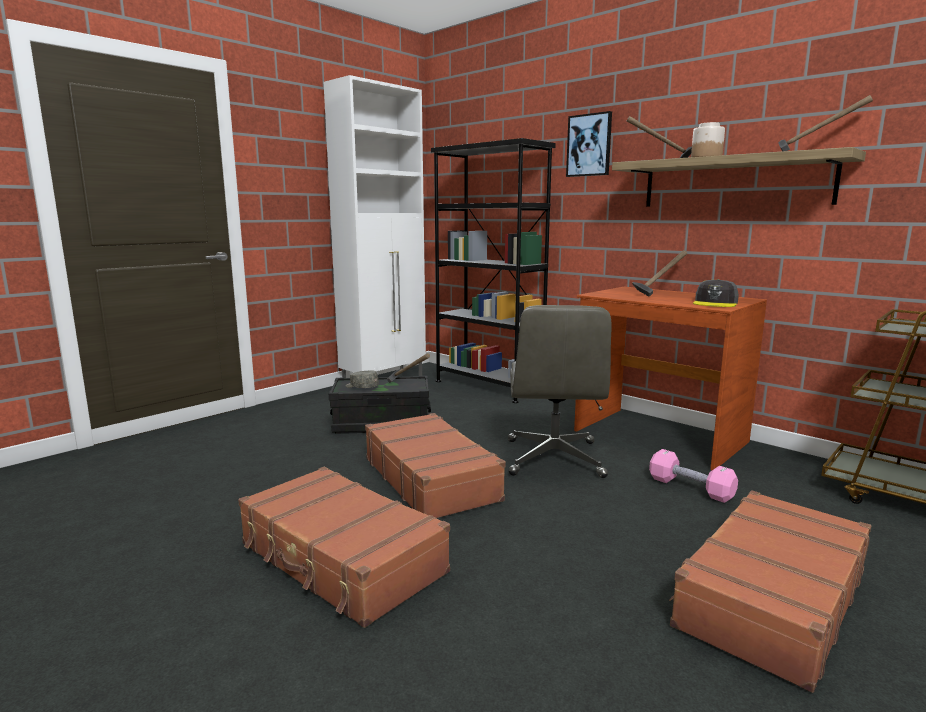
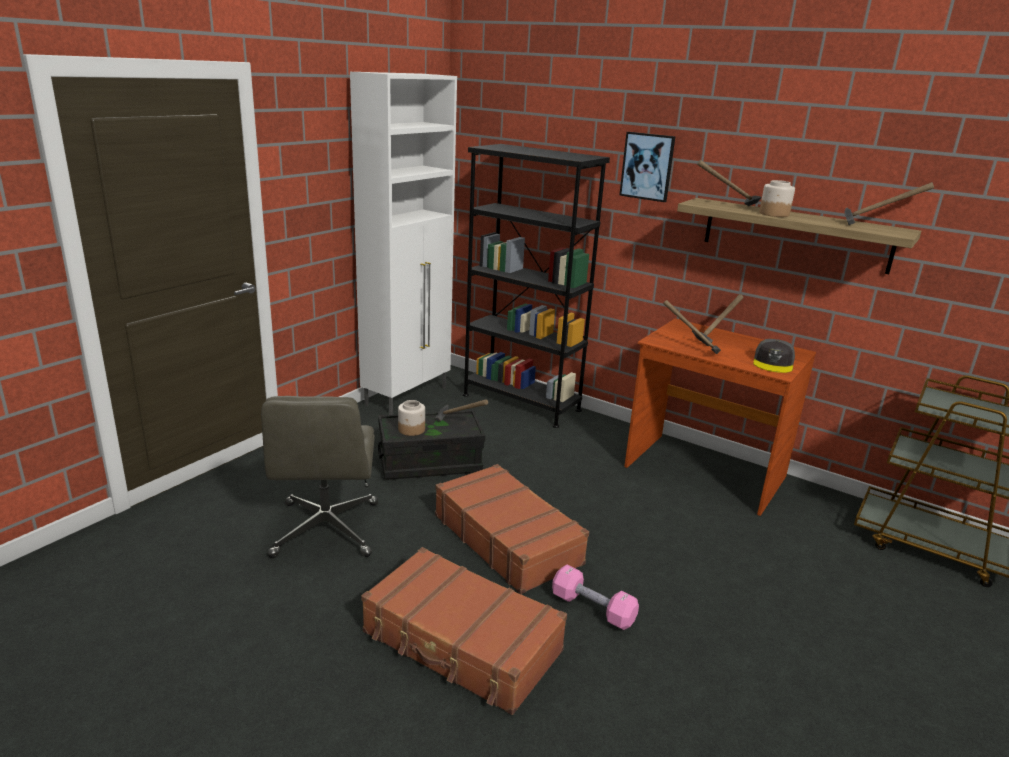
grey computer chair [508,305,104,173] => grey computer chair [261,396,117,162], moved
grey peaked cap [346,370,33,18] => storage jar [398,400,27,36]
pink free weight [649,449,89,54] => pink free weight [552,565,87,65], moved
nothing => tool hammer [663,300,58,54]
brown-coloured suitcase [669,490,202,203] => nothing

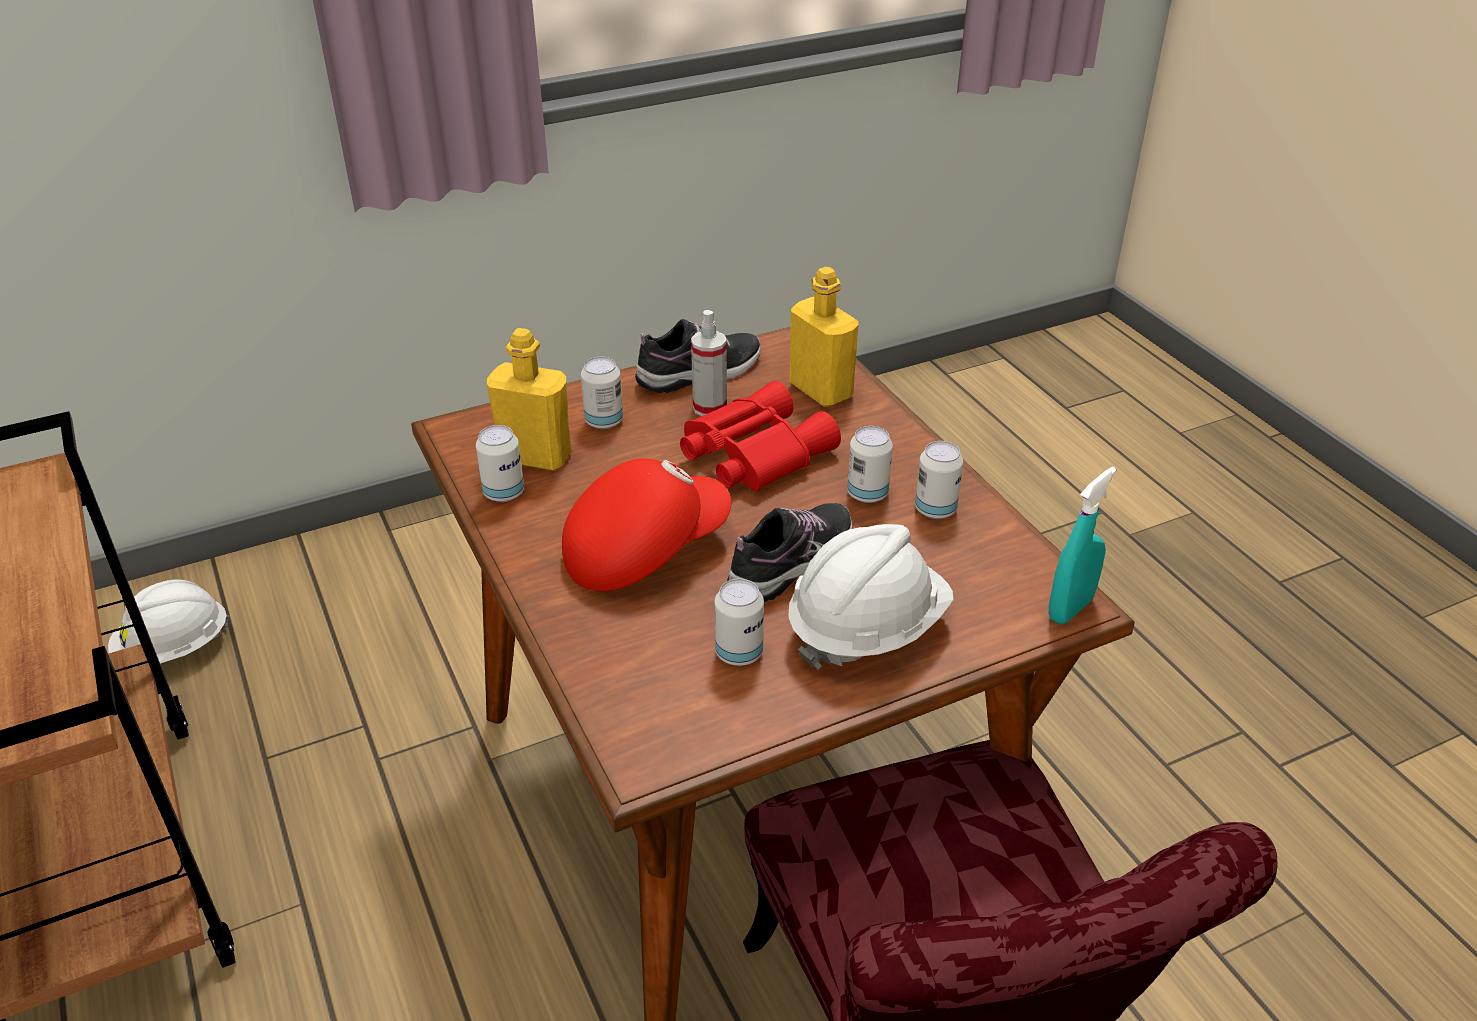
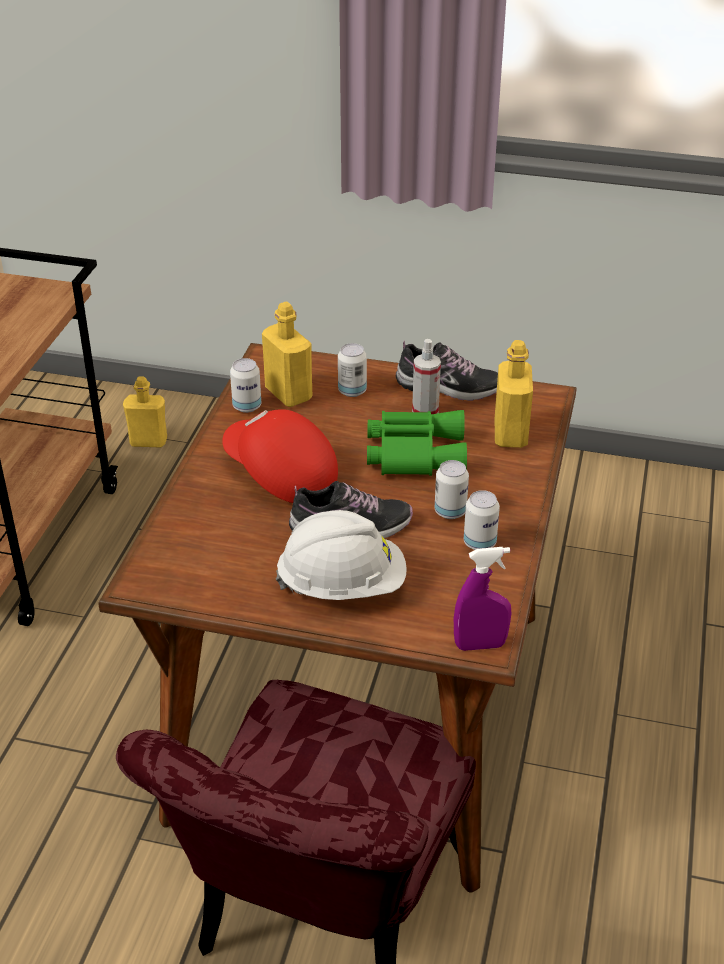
whitish safety helmet [108,580,121,84] => yellowish beverage bottle [123,376,44,71]
reddish peaked cap [562,459,169,132] => reddish peaked cap [222,409,116,94], 150 degrees counterclockwise
reddish field glasses [680,381,161,110] => green field glasses [367,410,100,66]
blue-green spray bottle [1049,467,67,157] => purple spray bottle [454,547,57,104]
can [715,579,49,87] => nothing

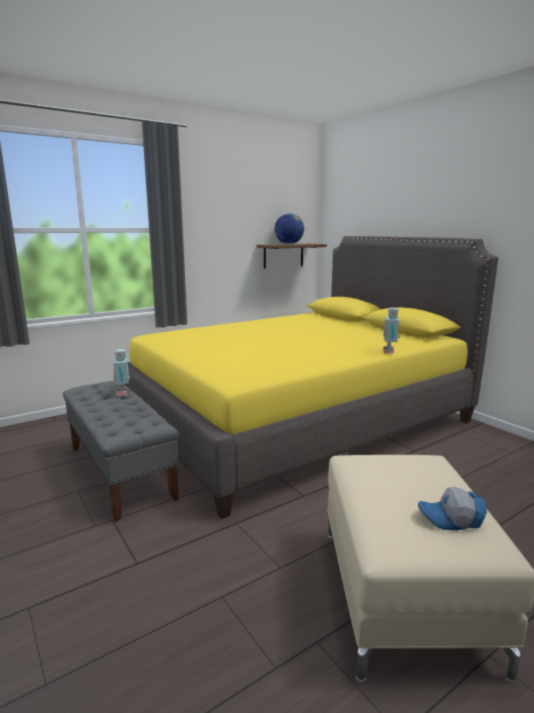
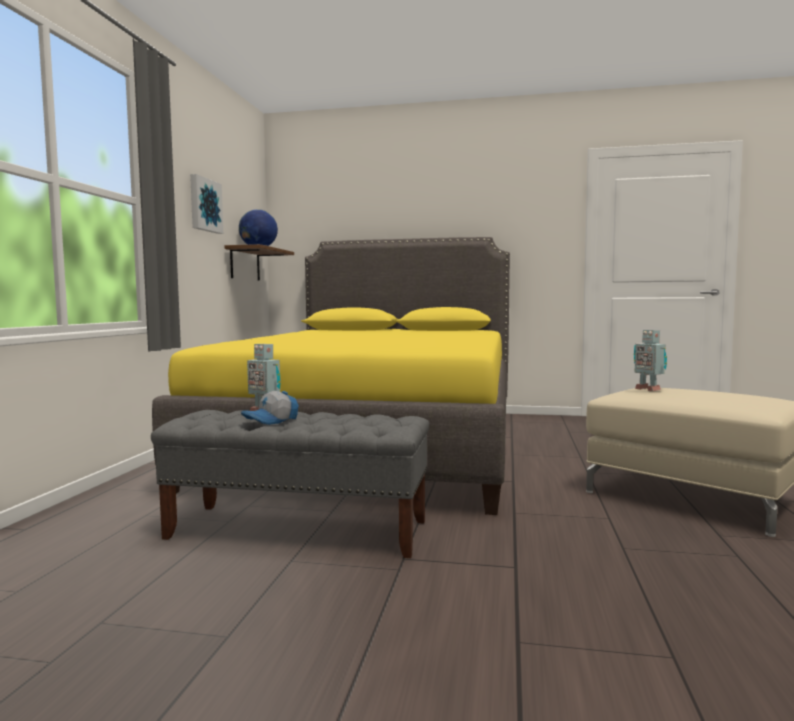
nothing => wall art [190,174,33,60]
peaked cap [418,487,69,43] => peaked cap [241,391,58,34], moved
robot figure [382,308,18,46] => robot figure [634,330,33,61], moved

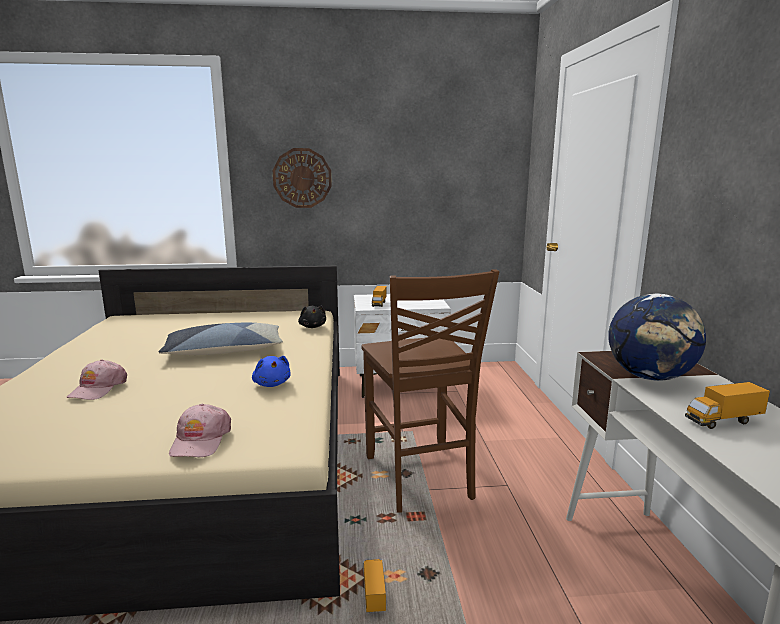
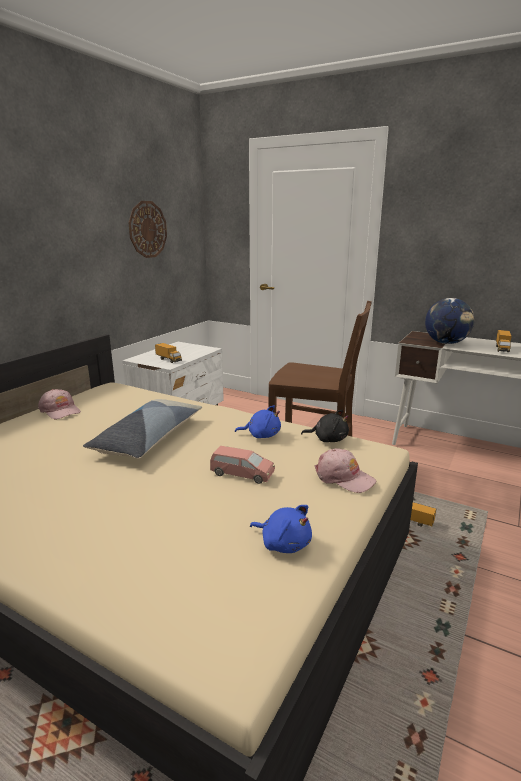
pink peaked cap [66,359,61,41] => pink peaked cap [38,389,43,30], moved
clock on the wall [273,148,59,60] => clock on the wall [128,201,39,57], moved
nothing => pink model car [210,446,65,38]
nothing => bluish soft toy [250,505,62,48]
black soft toy [298,306,28,22] => black soft toy [301,410,48,32], moved

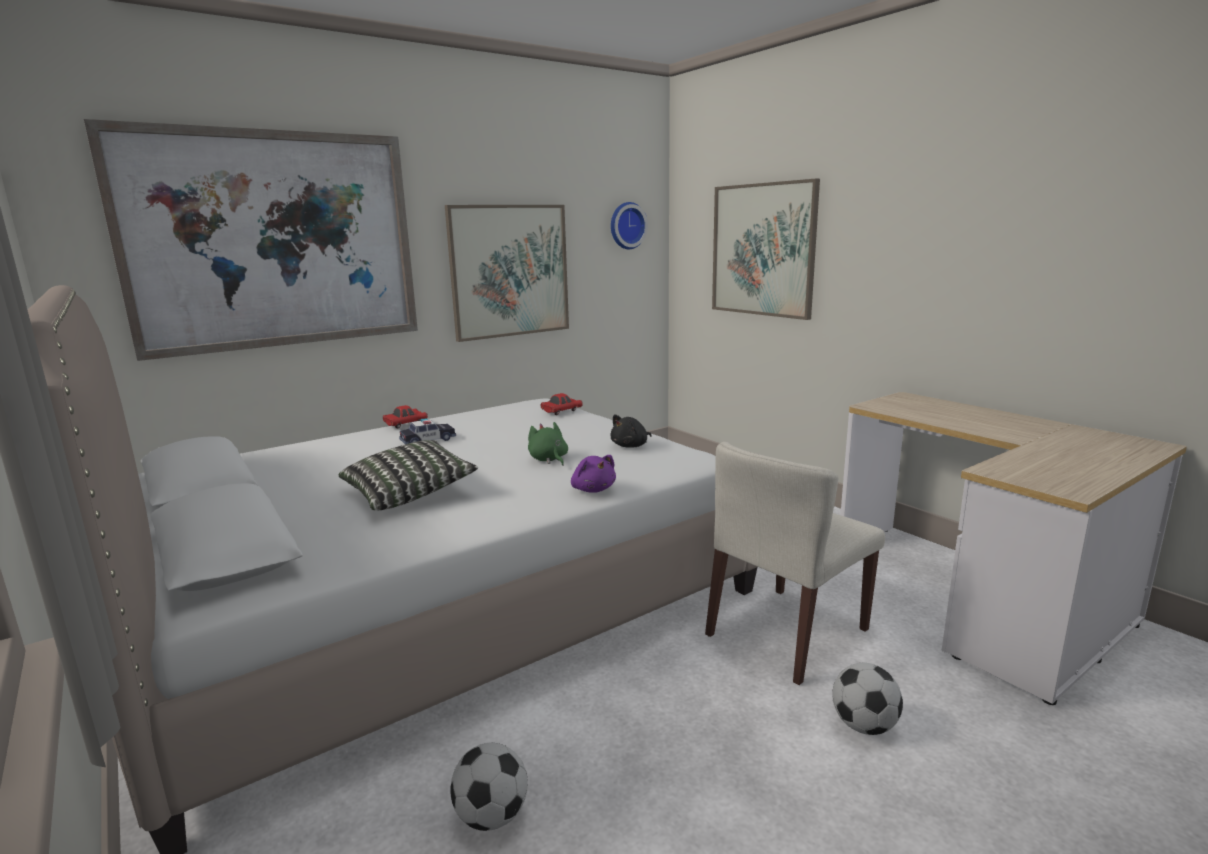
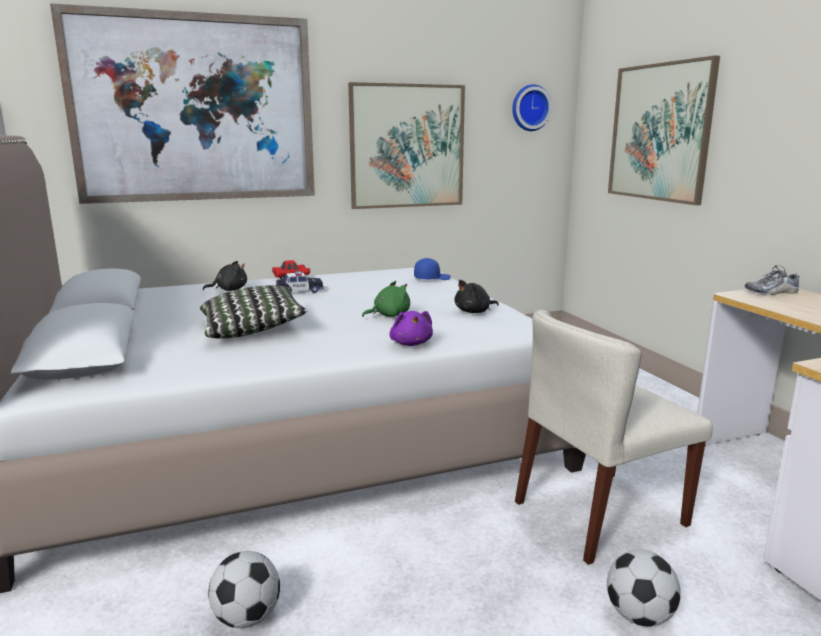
nothing => black soft toy [203,261,44,30]
green soft toy [528,422,40,44] => green soft toy [362,281,48,36], 75 degrees clockwise
reddish model car [541,393,42,22] => bluish peaked cap [414,258,37,22]
nothing => item of footwear [745,265,54,31]

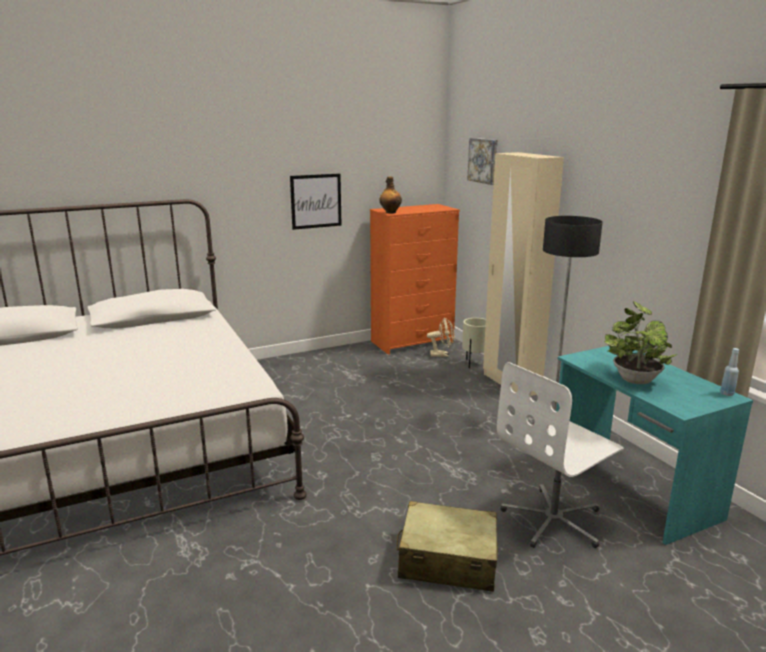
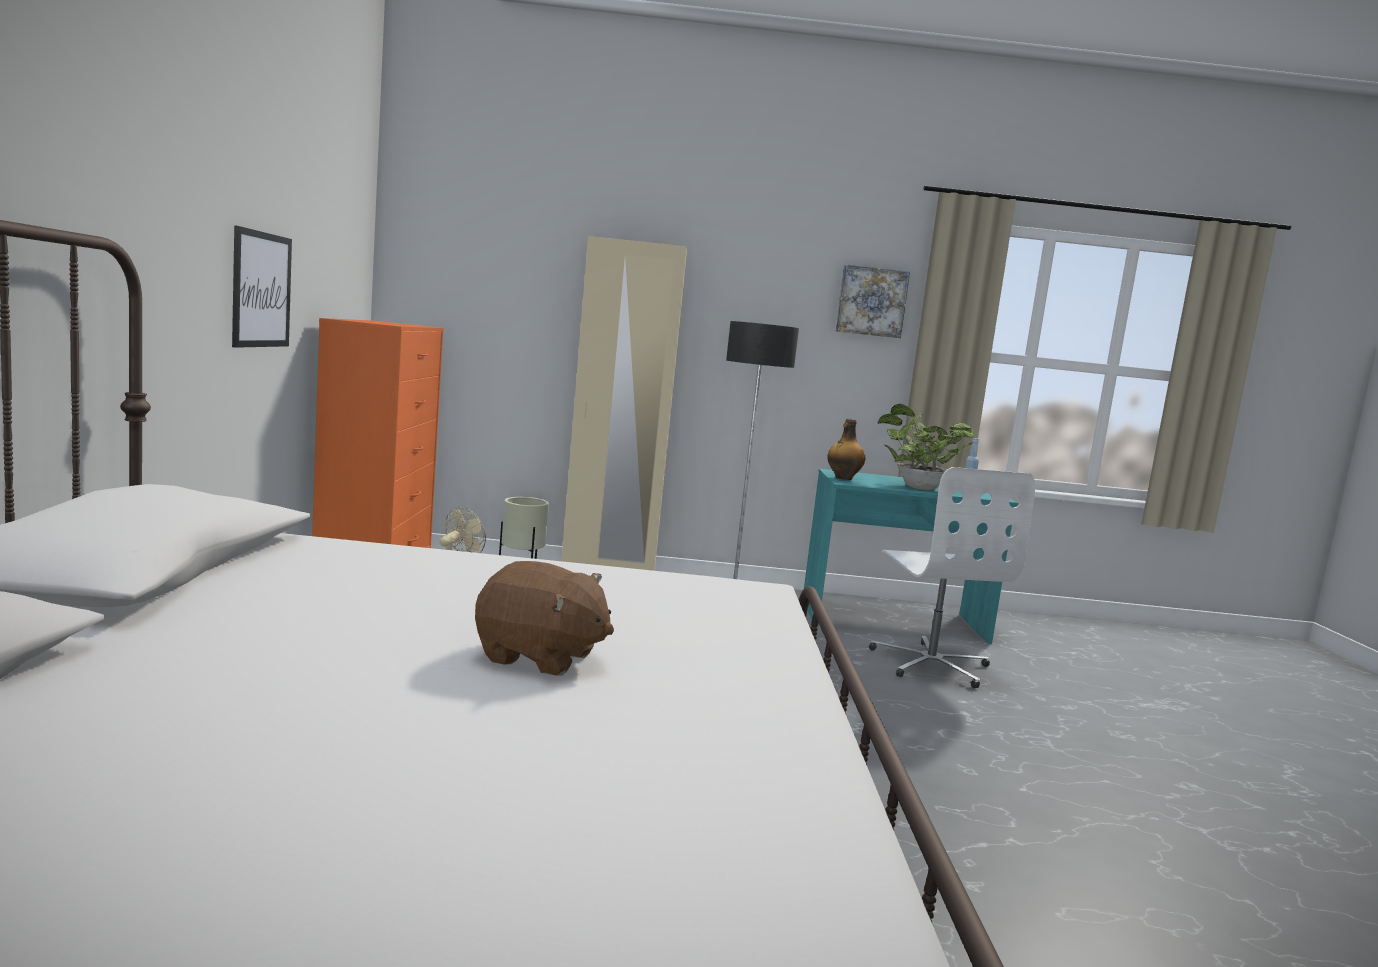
nothing => brown-coloured soft toy [475,561,139,115]
beverage bottle [380,177,22,36] => beverage bottle [827,419,39,61], moved
wall art [467,138,31,47] => wall art [836,265,74,73], moved
beige suitcase [396,501,102,91] => nothing

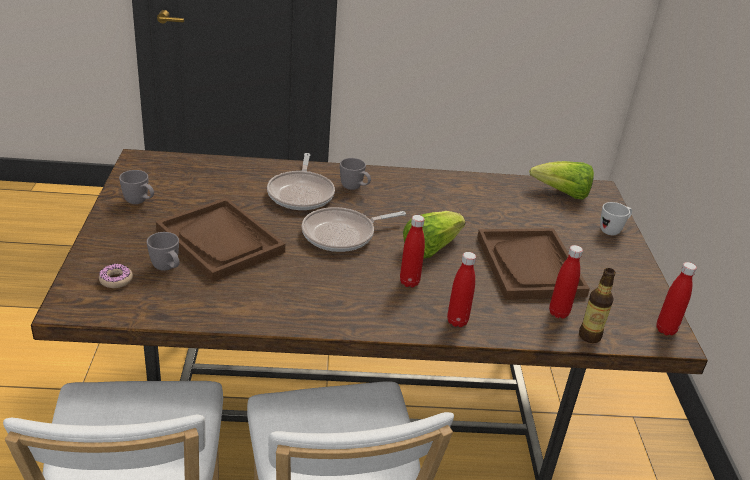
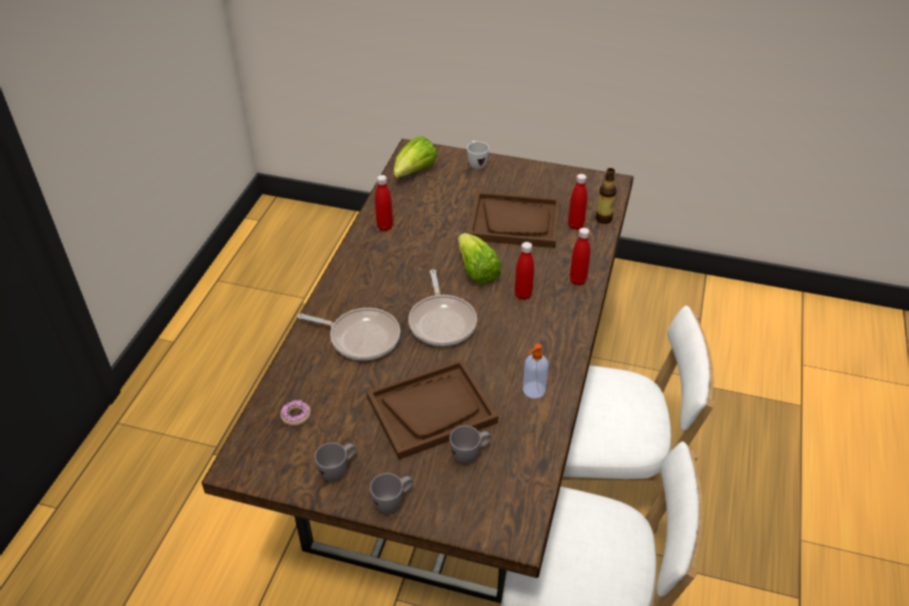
doughnut [99,264,34,24] => doughnut [280,400,31,26], moved
grey coffee mug [340,158,31,32] => grey coffee mug [370,473,43,40], moved
reddish beverage bottle [656,262,41,74] => reddish beverage bottle [375,175,18,56], moved
nothing => liquid soap bottle [523,344,25,55]

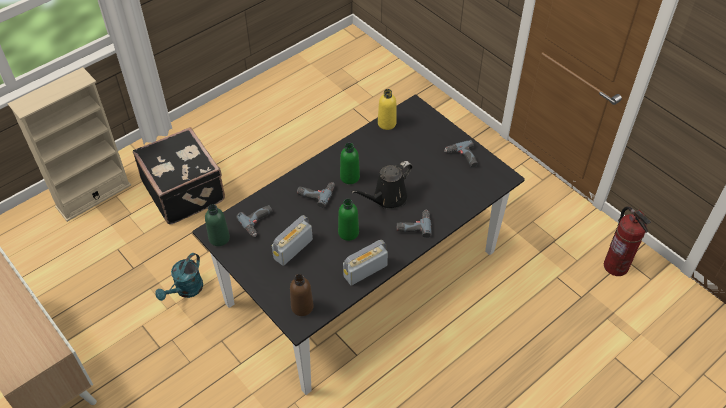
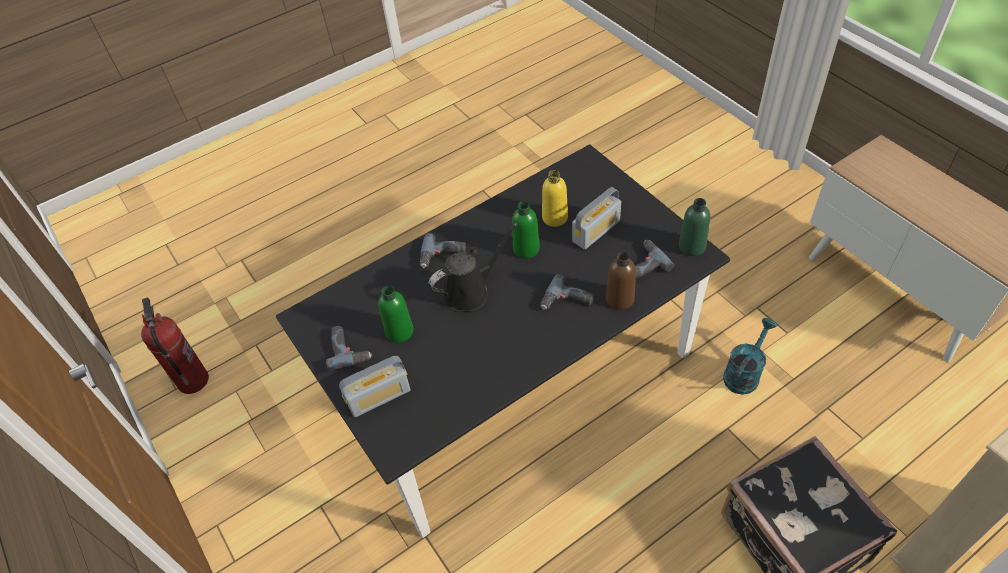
radio set [343,240,45,46] => radio set [339,356,71,61], moved
green beverage bottle [340,143,20,41] => green beverage bottle [378,286,36,57], moved
yellowish beverage bottle [378,89,18,41] => yellowish beverage bottle [542,170,26,57], moved
brown-coloured beverage bottle [290,274,24,42] => brown-coloured beverage bottle [606,252,30,58], moved

